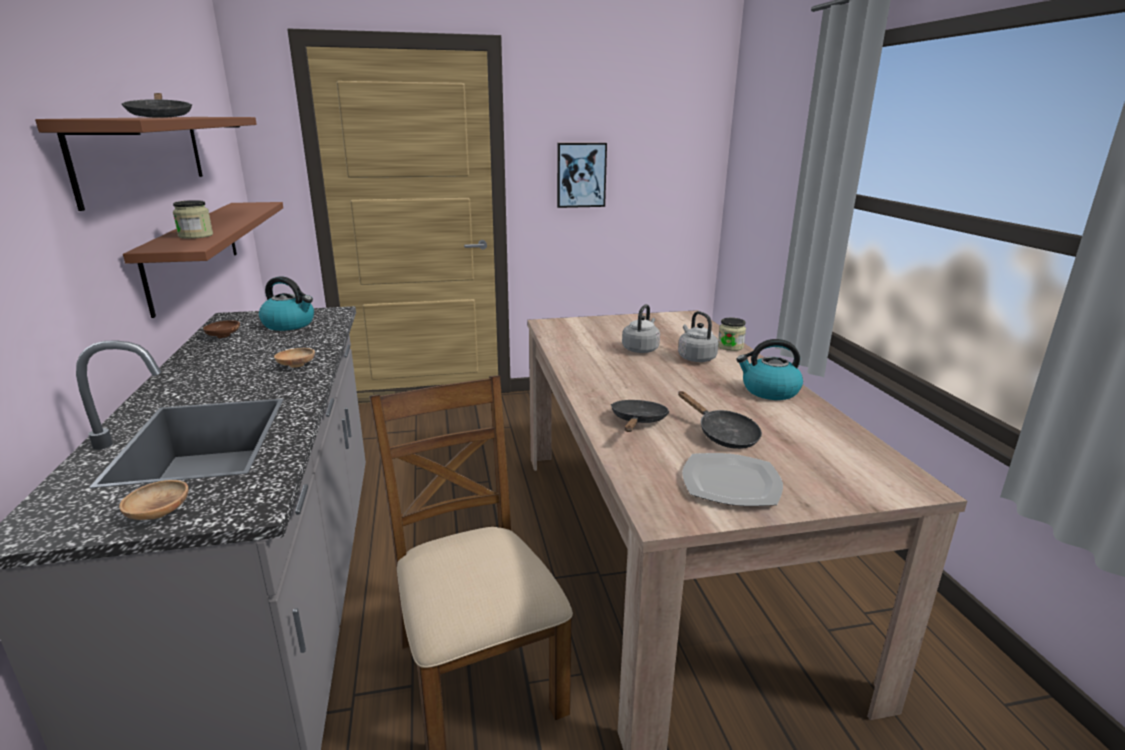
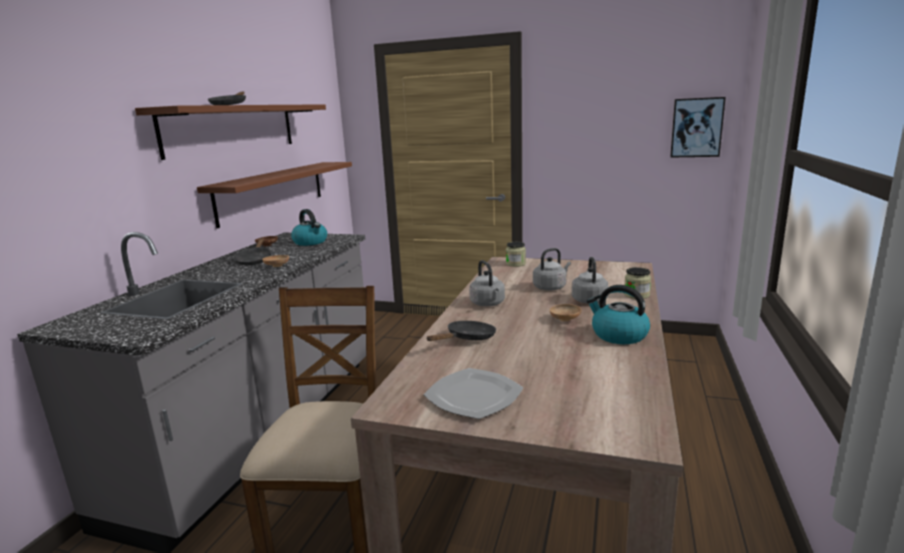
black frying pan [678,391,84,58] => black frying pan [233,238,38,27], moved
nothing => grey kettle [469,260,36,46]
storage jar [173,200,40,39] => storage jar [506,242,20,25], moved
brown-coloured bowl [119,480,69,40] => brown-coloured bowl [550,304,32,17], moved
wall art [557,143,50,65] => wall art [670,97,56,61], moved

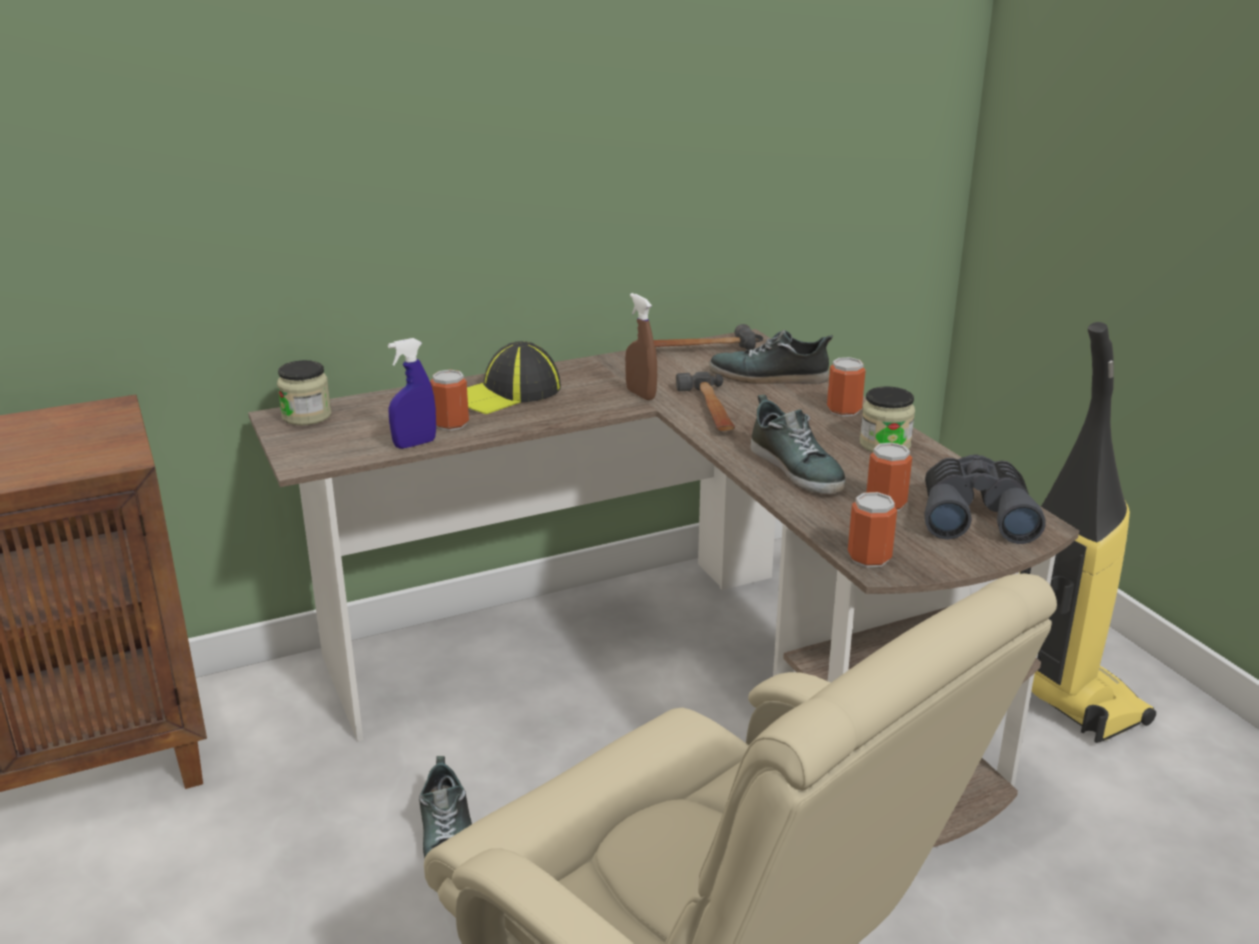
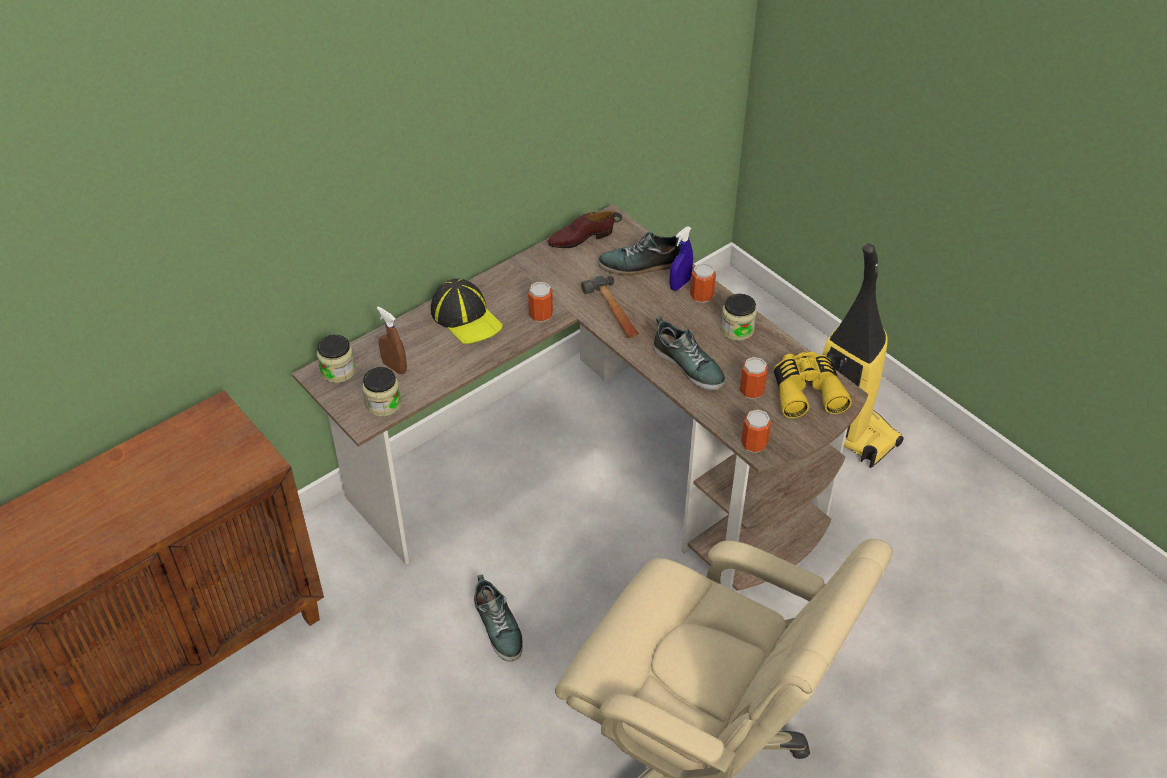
nothing => storage jar [362,367,39,50]
brown-coloured spray bottle [625,293,32,107] => brown-coloured spray bottle [377,306,30,68], moved
peaked cap [467,341,94,73] => peaked cap [431,278,72,66], 75 degrees counterclockwise
can [430,369,39,62] => can [528,282,25,40], moved
tool hammer [653,324,103,26] => brown-coloured item of footwear [547,211,67,37]
bluish spray bottle [388,338,48,111] => bluish spray bottle [670,226,23,65], moved
grey field glasses [924,454,122,90] => yellowish field glasses [774,352,78,66]

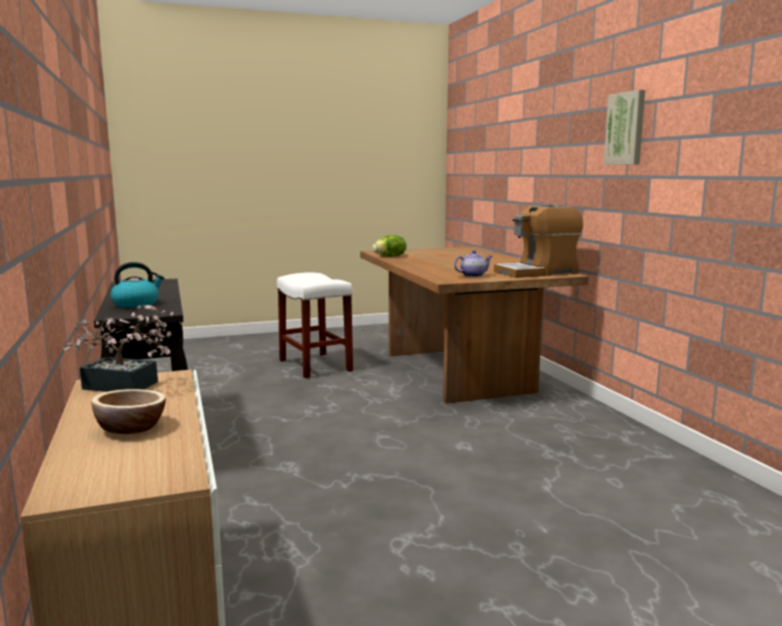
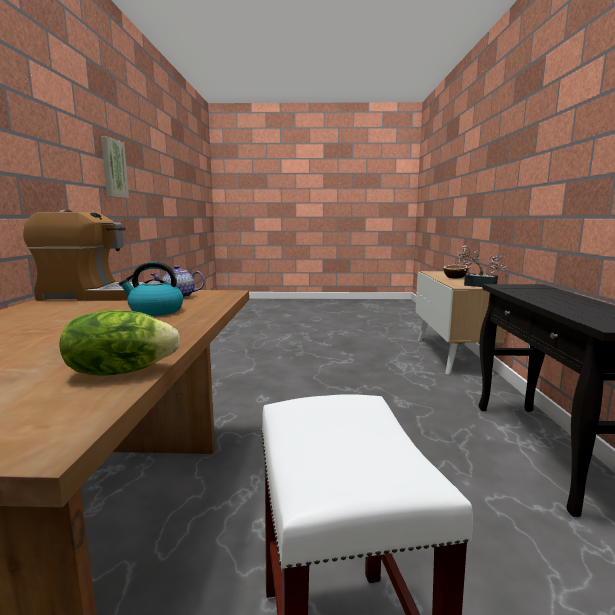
wall art [604,90,41,75] => wall art [101,136,28,62], moved
kettle [111,262,53,46] => kettle [119,262,64,54], moved

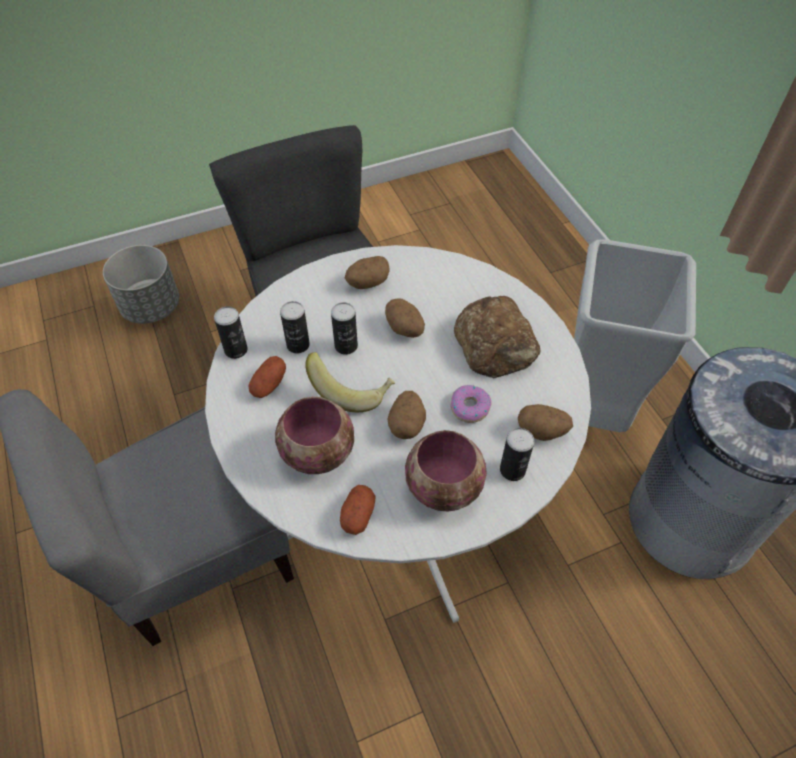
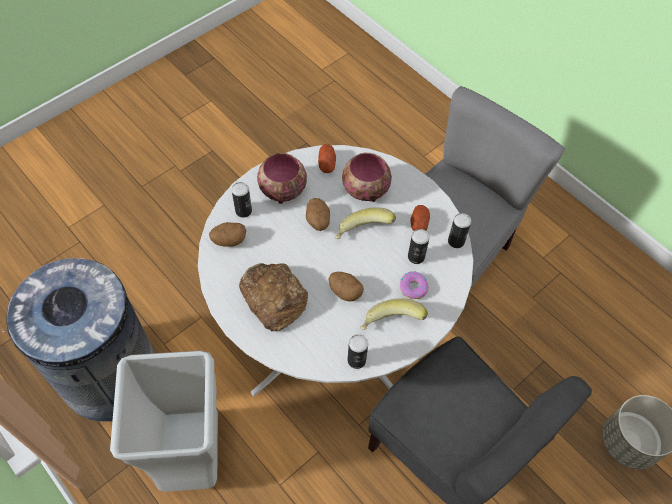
can [331,302,27,53] => can [347,334,21,35], moved
potato [345,256,45,33] => whole banana [360,298,68,32]
doughnut [450,385,42,38] => doughnut [400,271,29,28], moved

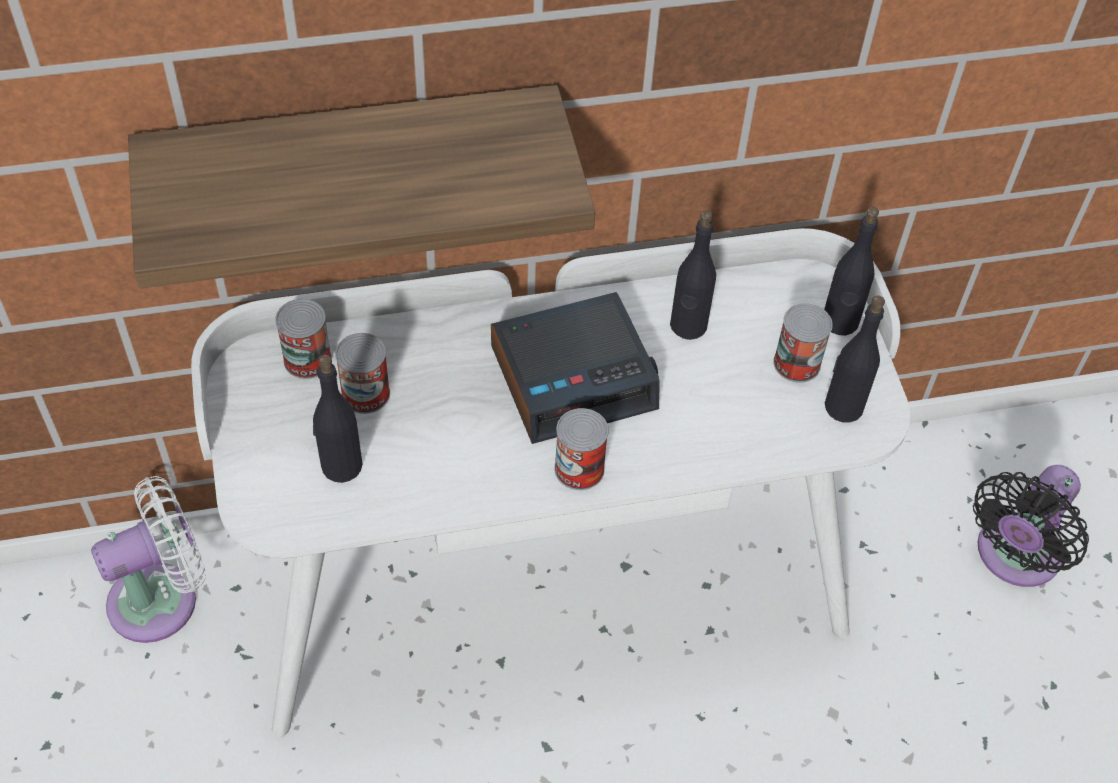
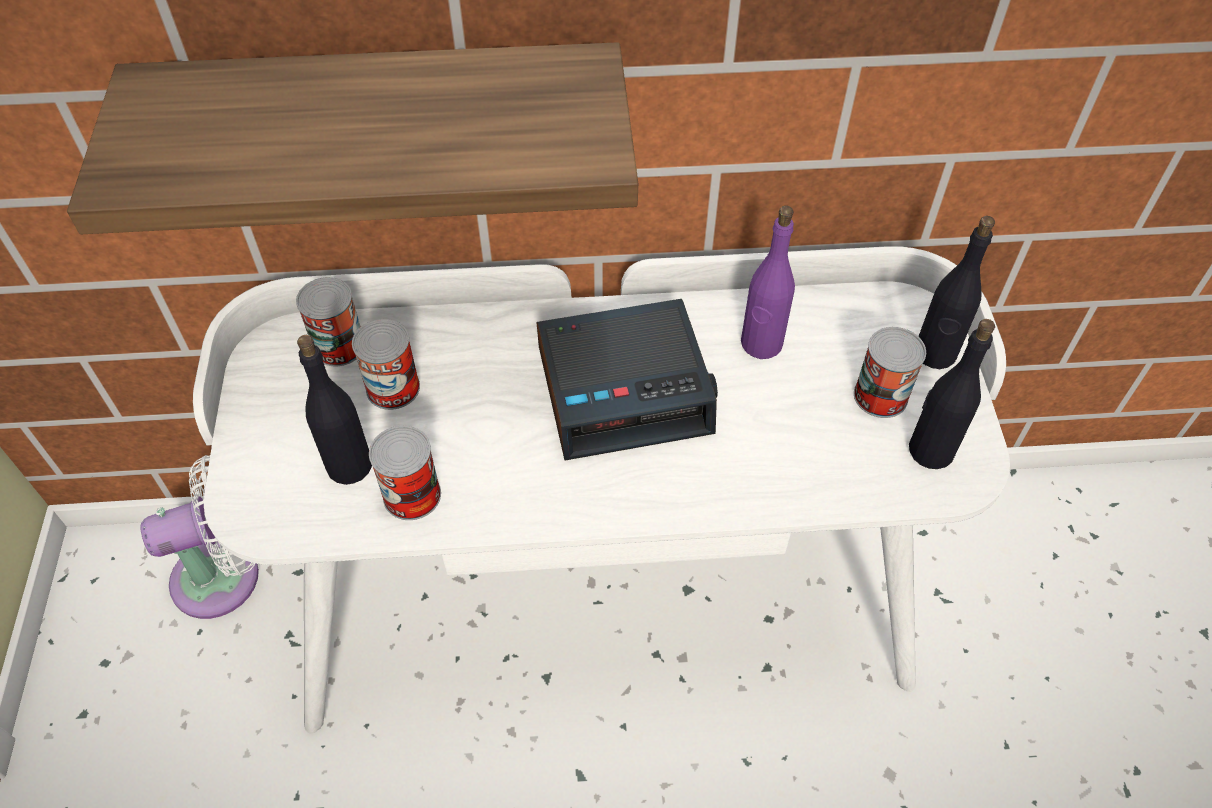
can [554,408,55,82] => can [369,426,72,94], moved
black beverage bottle [670,210,46,130] => purple beverage bottle [741,206,54,153]
black electric fan [973,465,116,122] => nothing

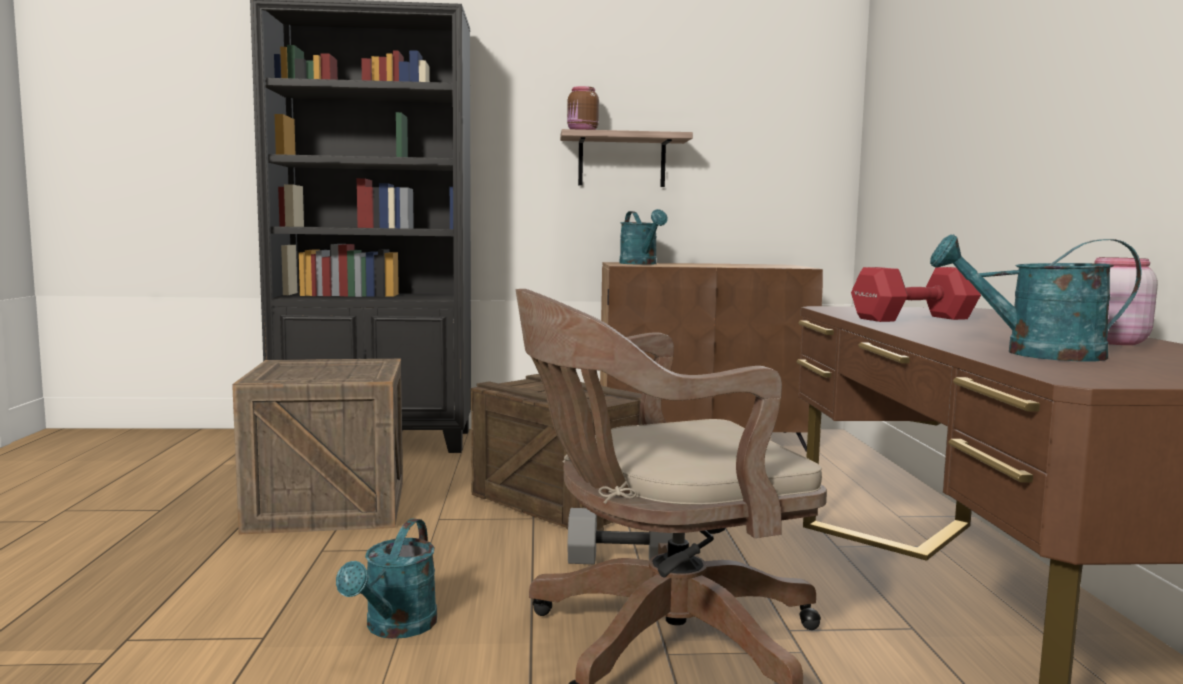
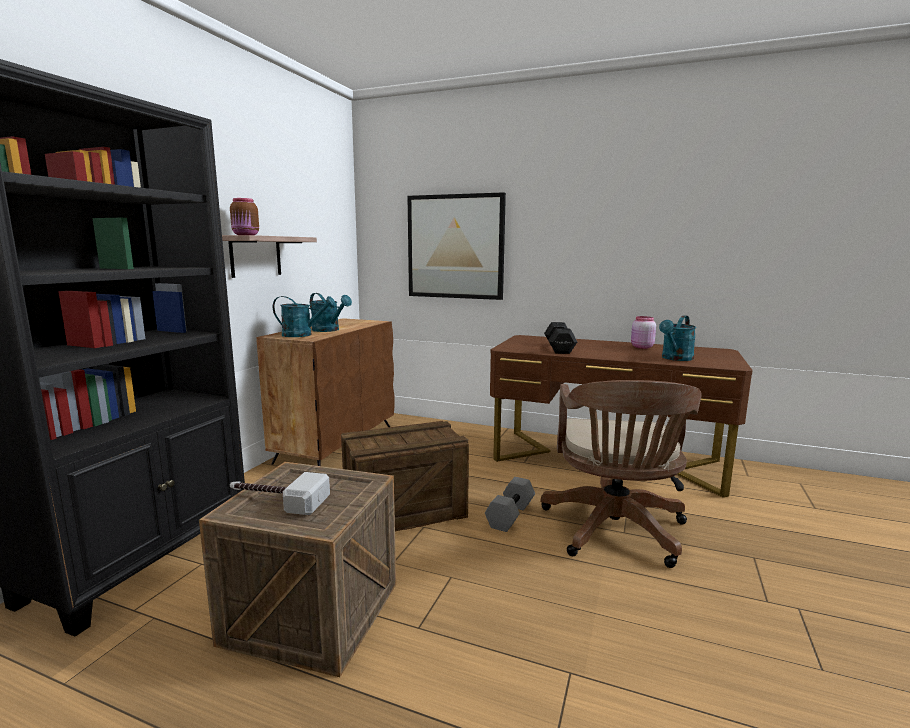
nothing => tool hammer [230,472,100,43]
blue-green sprinkling can [336,519,101,120] => blue-green sprinkling can [310,293,42,39], moved
nothing => wall art [408,192,98,108]
reddish free weight [851,267,130,55] => black free weight [544,322,33,32]

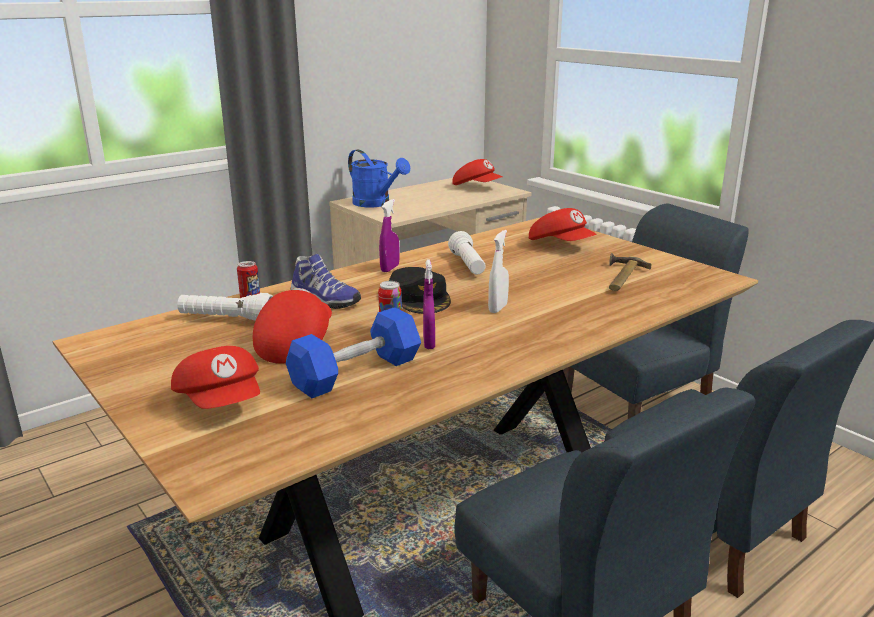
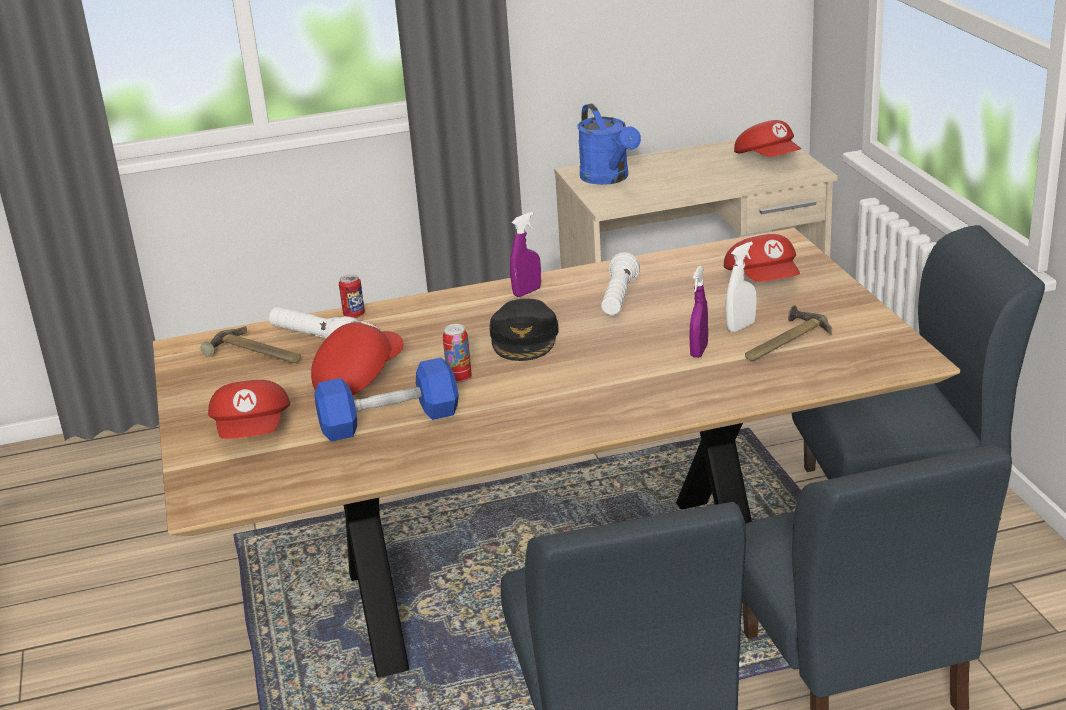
nothing => tool hammer [201,326,100,37]
purple spray bottle [423,259,12,90] => purple spray bottle [690,266,18,92], moved
whitish spray bottle [488,230,21,83] => whitish spray bottle [725,242,32,90], moved
item of footwear [291,254,70,55] => nothing

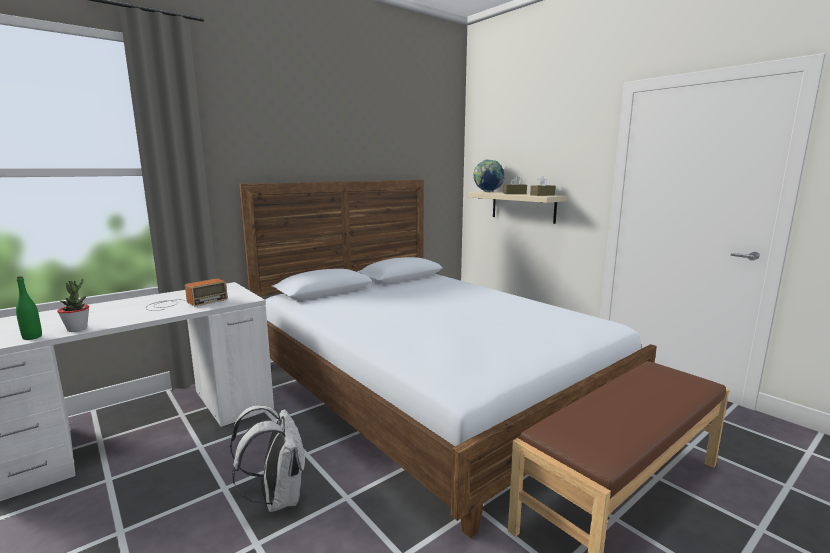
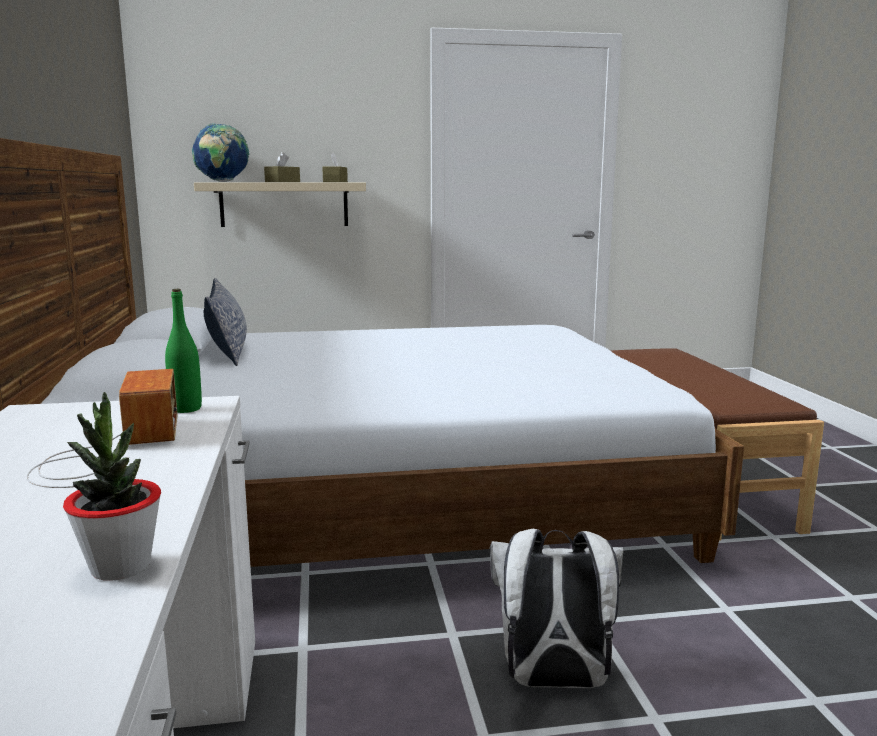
green beverage bottle [16,276,26,64] => green beverage bottle [165,289,37,124], moved
nothing => throw pillow [204,278,43,88]

